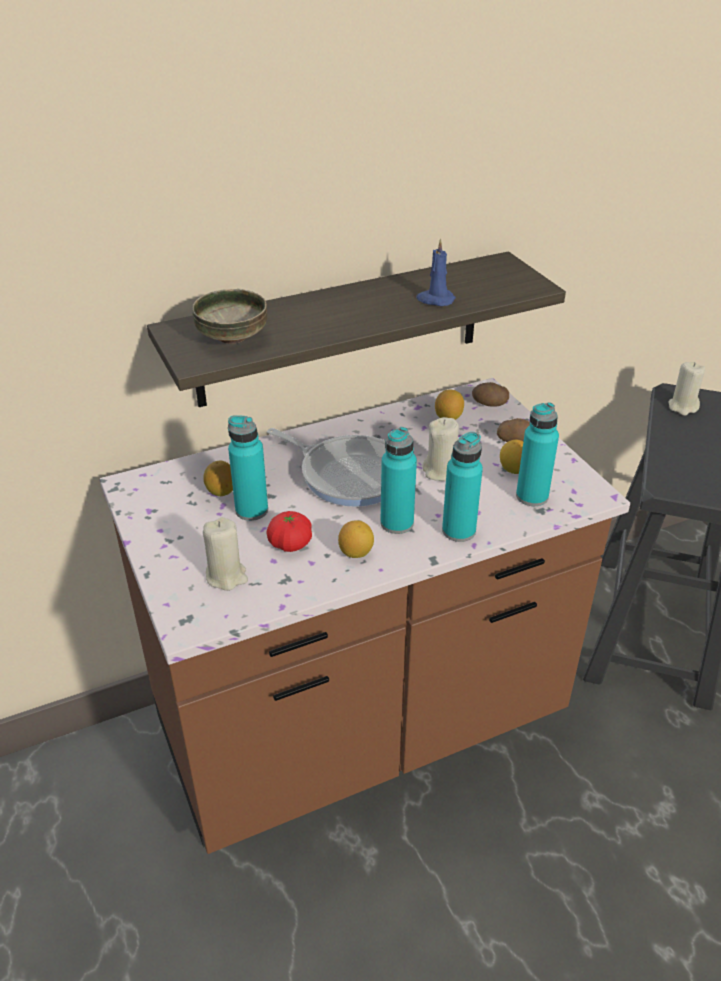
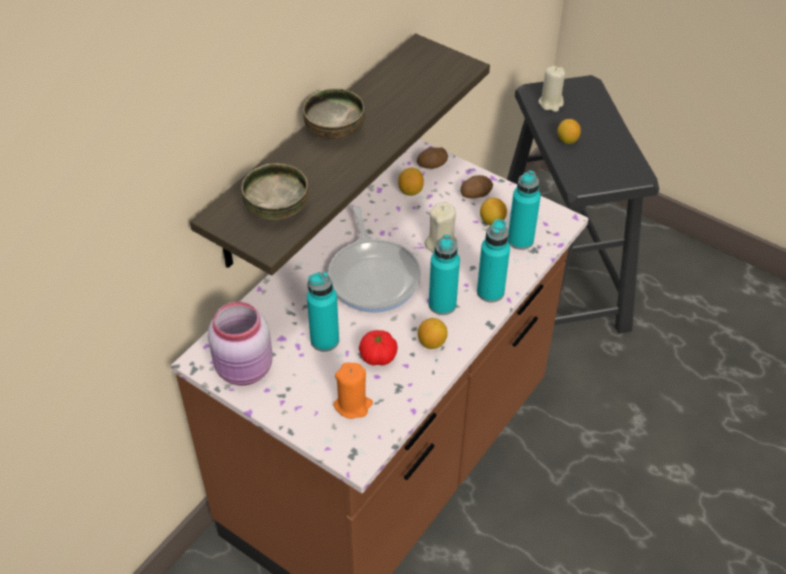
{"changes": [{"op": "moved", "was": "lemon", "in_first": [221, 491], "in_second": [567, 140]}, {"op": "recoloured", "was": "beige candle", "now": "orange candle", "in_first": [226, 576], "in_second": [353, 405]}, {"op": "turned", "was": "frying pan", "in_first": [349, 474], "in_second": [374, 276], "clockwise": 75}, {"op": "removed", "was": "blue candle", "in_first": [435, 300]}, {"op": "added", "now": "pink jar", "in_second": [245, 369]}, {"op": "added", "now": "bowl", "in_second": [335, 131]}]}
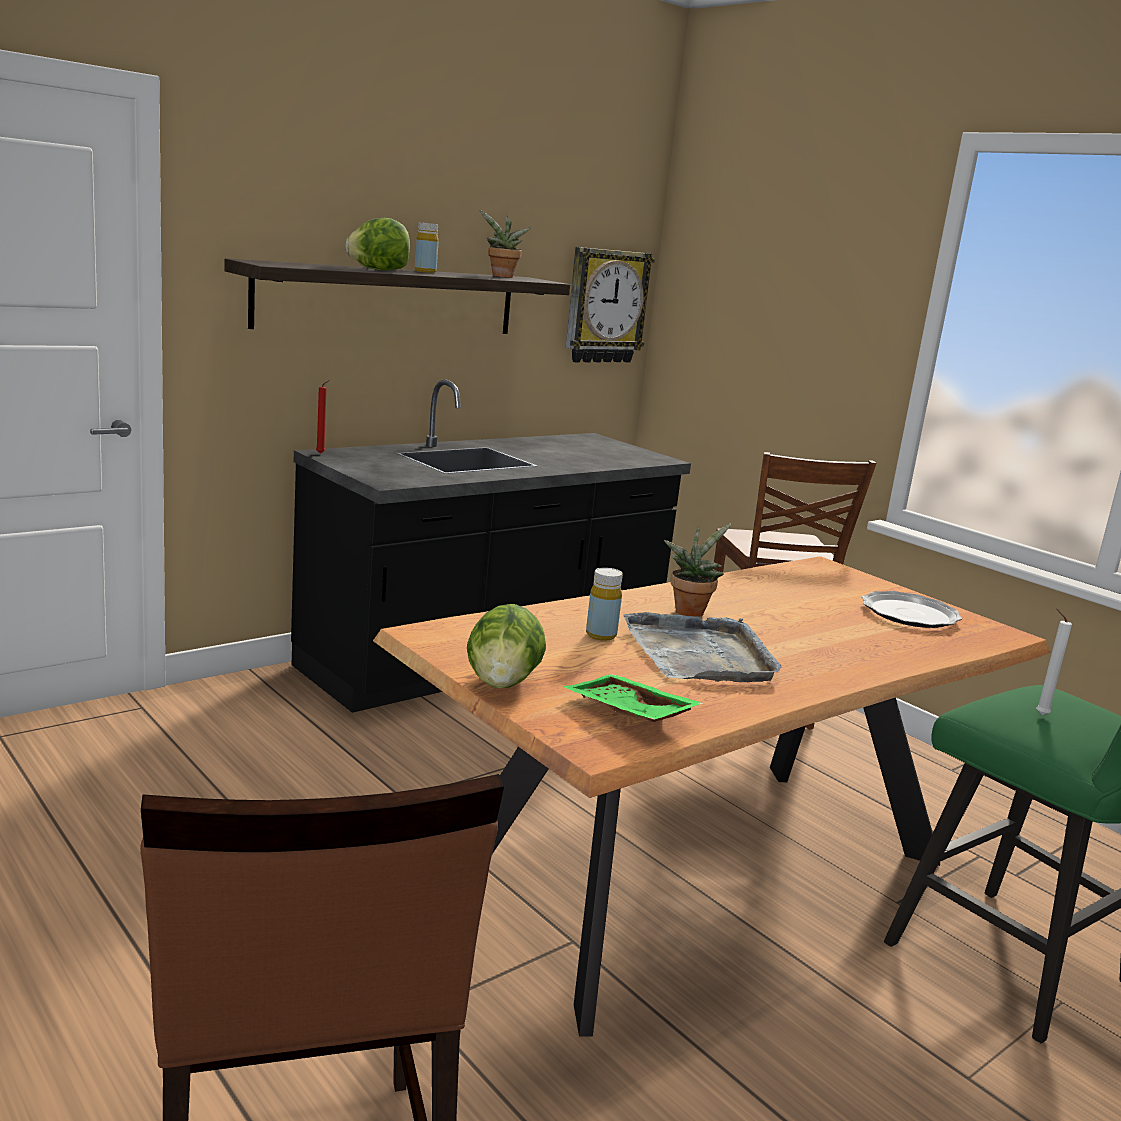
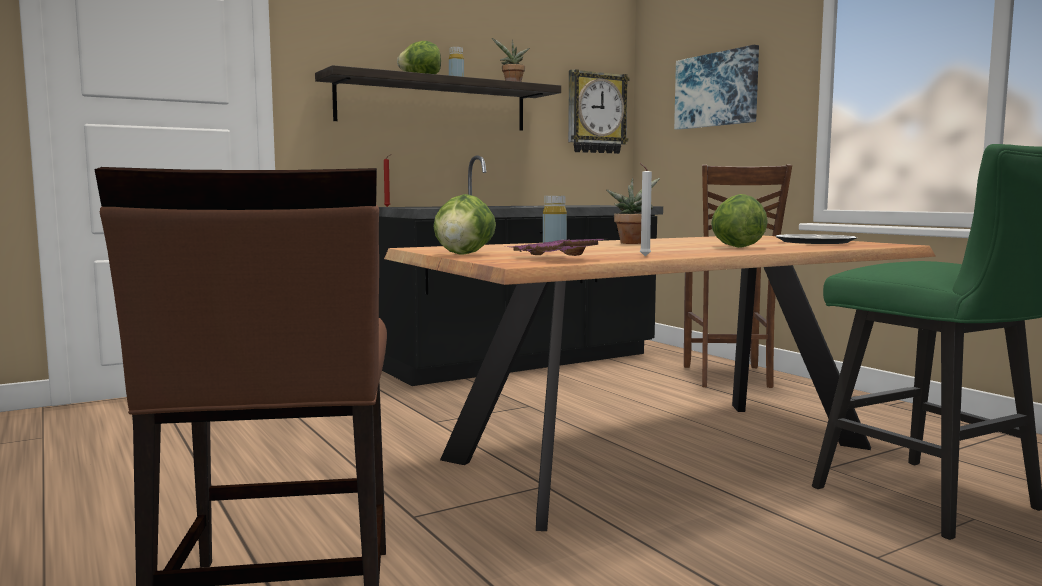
{"changes": [{"op": "recoloured", "was": "green tray", "now": "pink tray", "in_first": [627, 713], "in_second": [553, 258]}, {"op": "removed", "was": "grey tray", "in_first": [701, 654]}, {"op": "moved", "was": "white candle", "in_first": [1039, 714], "in_second": [643, 256]}, {"op": "added", "now": "picture", "in_second": [716, 90]}, {"op": "added", "now": "lettuce", "in_second": [736, 247]}]}
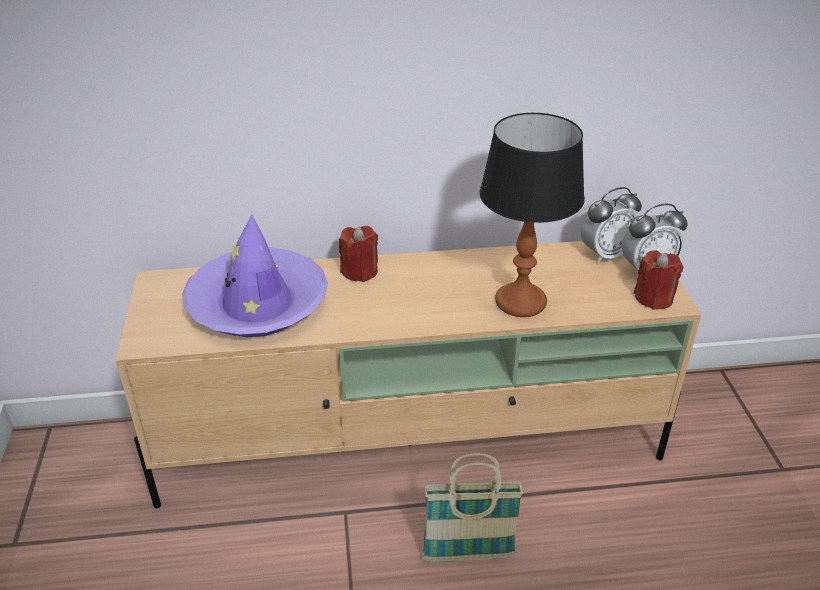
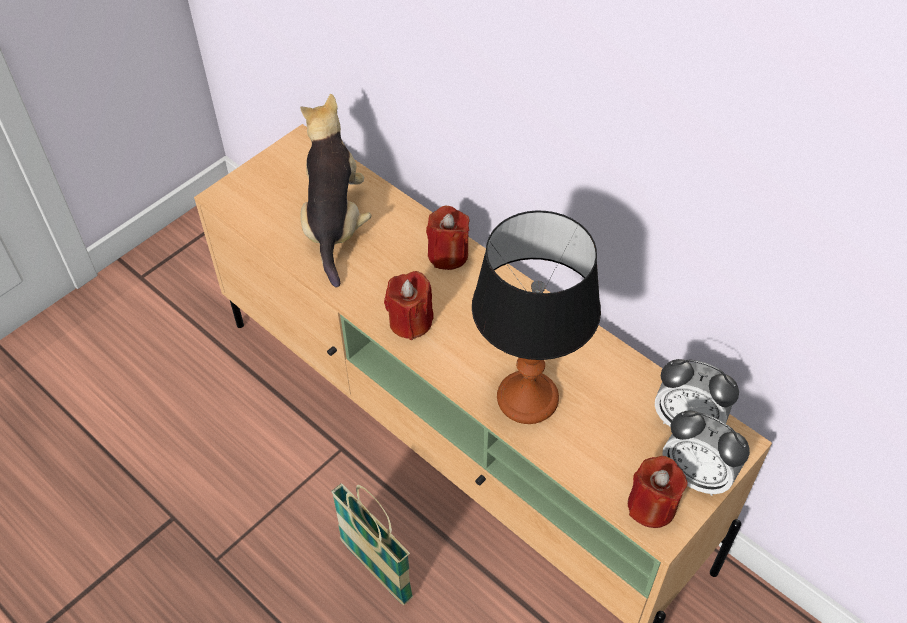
{"changes": [{"op": "replaced", "was": "purple hat", "now": "plush toy", "in_first": [258, 304], "in_second": [335, 224]}, {"op": "added", "now": "red candle", "in_second": [410, 322]}]}
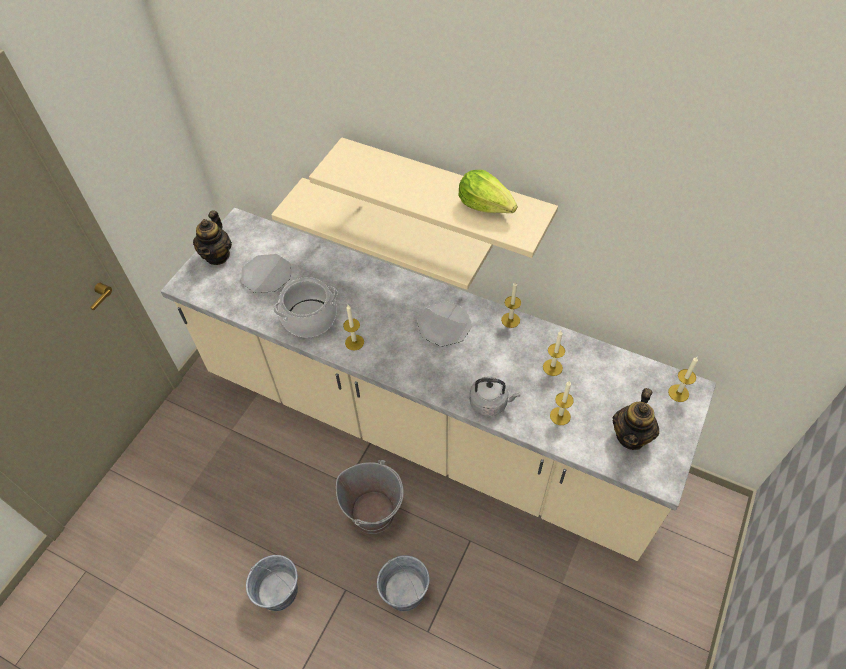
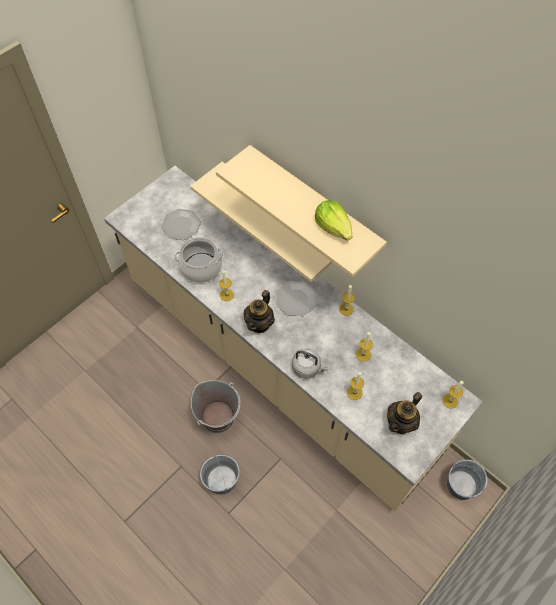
{"changes": [{"op": "moved", "was": "teapot", "in_first": [217, 255], "in_second": [259, 323]}, {"op": "moved", "was": "grey bucket", "in_first": [278, 591], "in_second": [461, 485]}]}
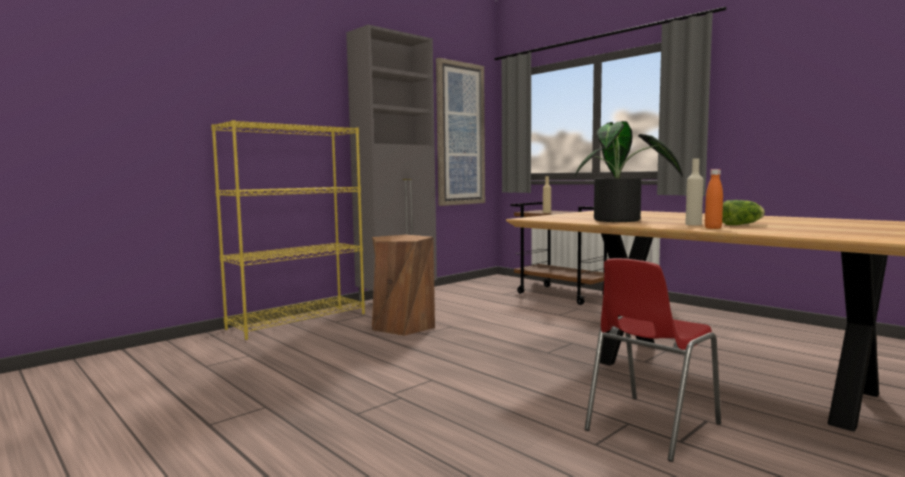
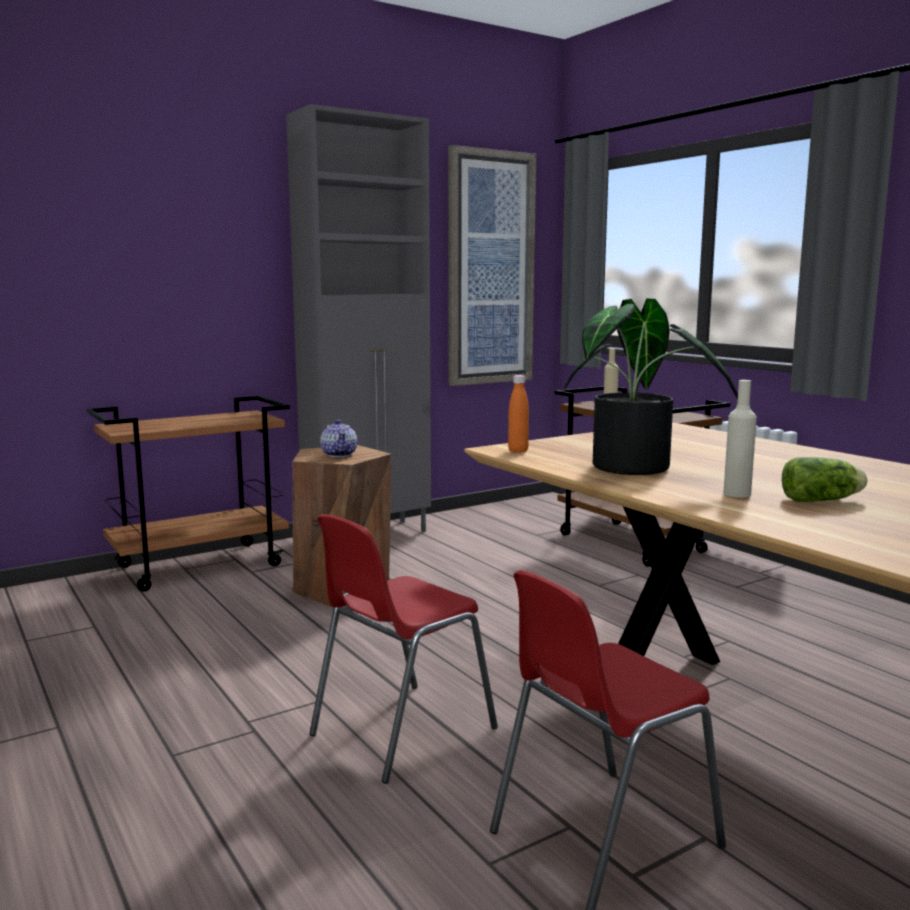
{"changes": [{"op": "replaced", "was": "yellow bookcase", "now": "brown cart", "in_first": [298, 321], "in_second": [201, 565]}, {"op": "moved", "was": "orange bottle", "in_first": [713, 228], "in_second": [518, 451]}, {"op": "added", "now": "red chair", "in_second": [400, 731]}, {"op": "added", "now": "teapot", "in_second": [339, 454]}]}
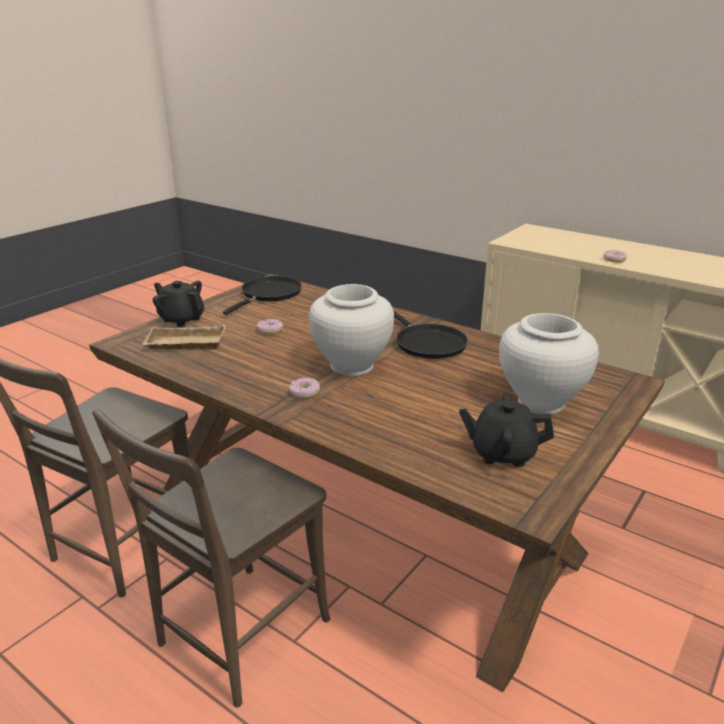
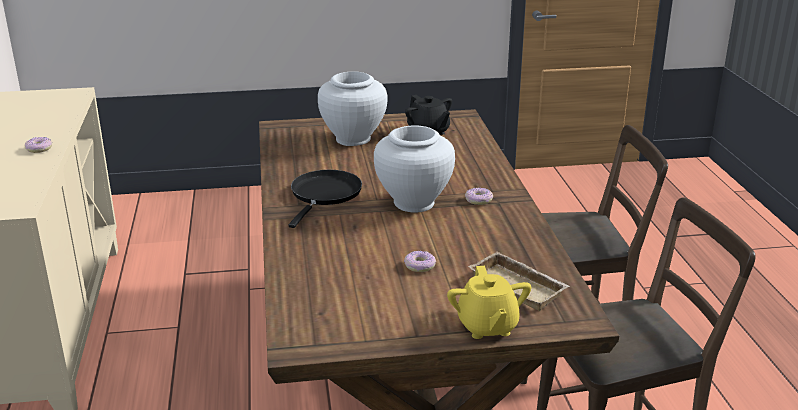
{"changes": [{"op": "recoloured", "was": "black teapot", "now": "yellow teapot", "in_first": [181, 319], "in_second": [487, 326]}, {"op": "removed", "was": "black frying pan", "in_first": [269, 294]}]}
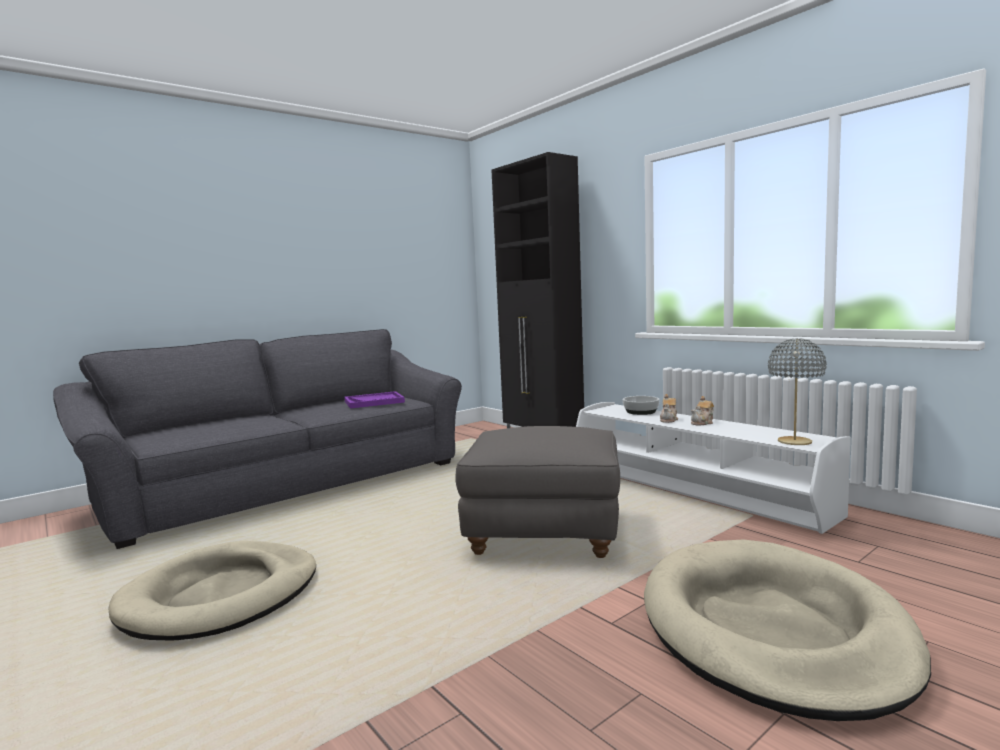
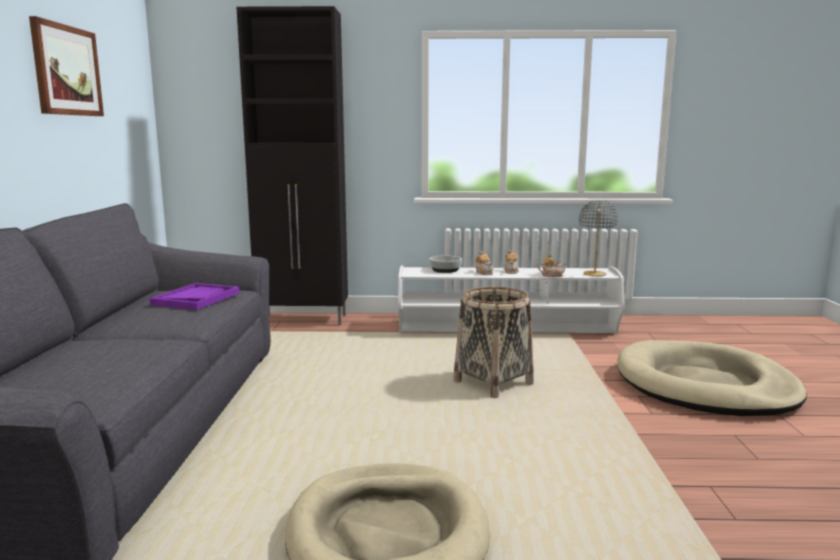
{"changes": [{"op": "replaced", "was": "grey ottoman", "now": "basket", "in_first": [544, 533], "in_second": [493, 383]}, {"op": "added", "now": "picture", "in_second": [66, 70]}, {"op": "added", "now": "teapot", "in_second": [551, 275]}]}
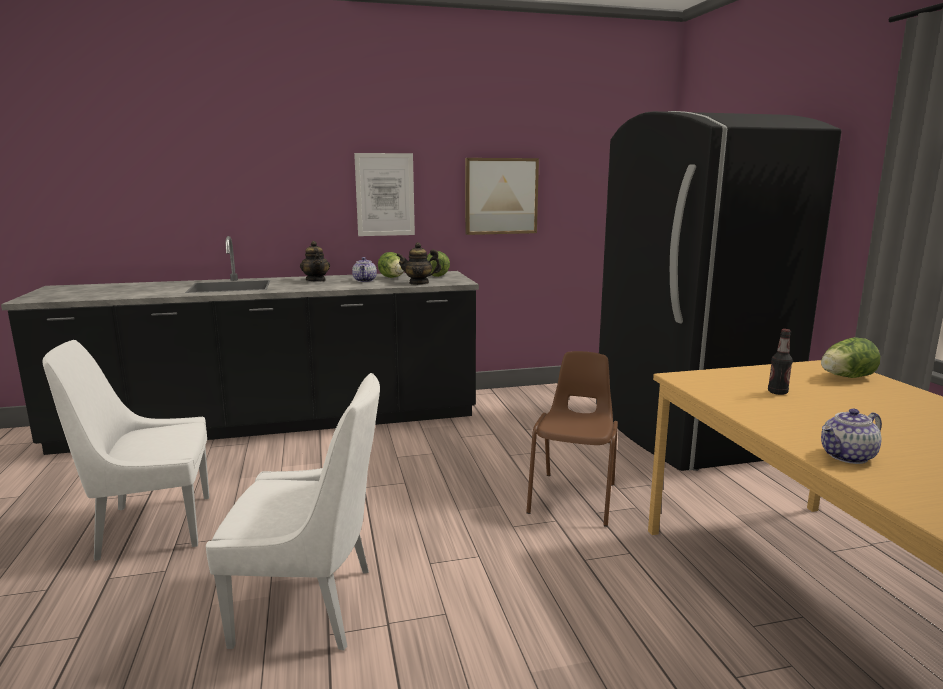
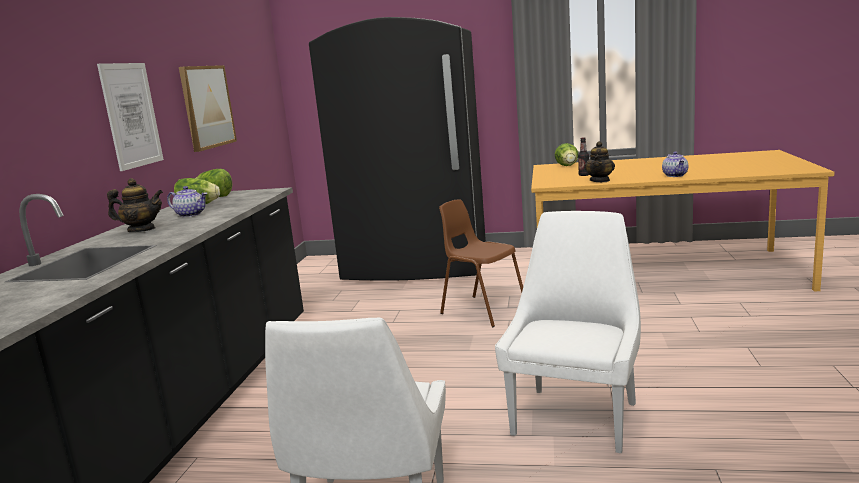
{"changes": [{"op": "moved", "was": "teapot", "in_first": [419, 283], "in_second": [600, 180]}]}
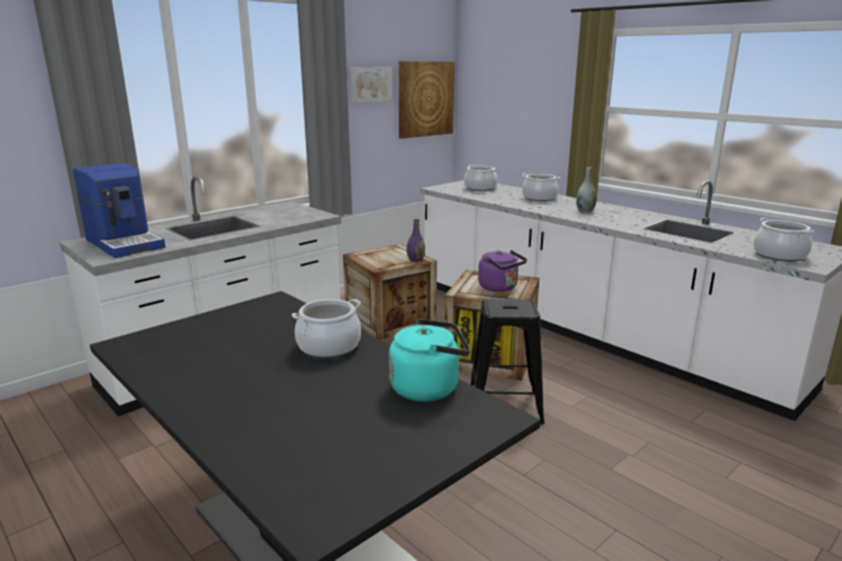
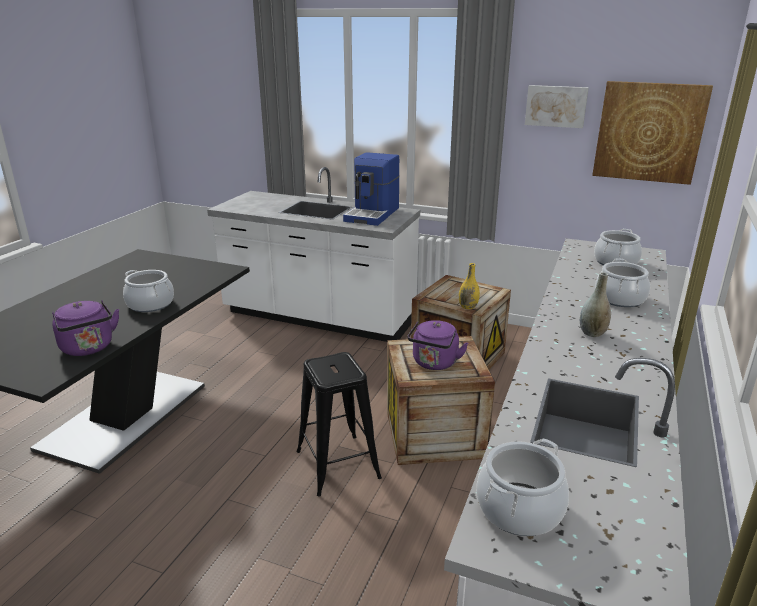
{"changes": [{"op": "moved", "was": "coffee machine", "in_first": [126, 243], "in_second": [373, 214]}, {"op": "recoloured", "was": "turquoise kettle", "now": "purple kettle", "in_first": [429, 388], "in_second": [89, 348]}, {"op": "recoloured", "was": "purple vase", "now": "yellow vase", "in_first": [415, 260], "in_second": [468, 307]}]}
